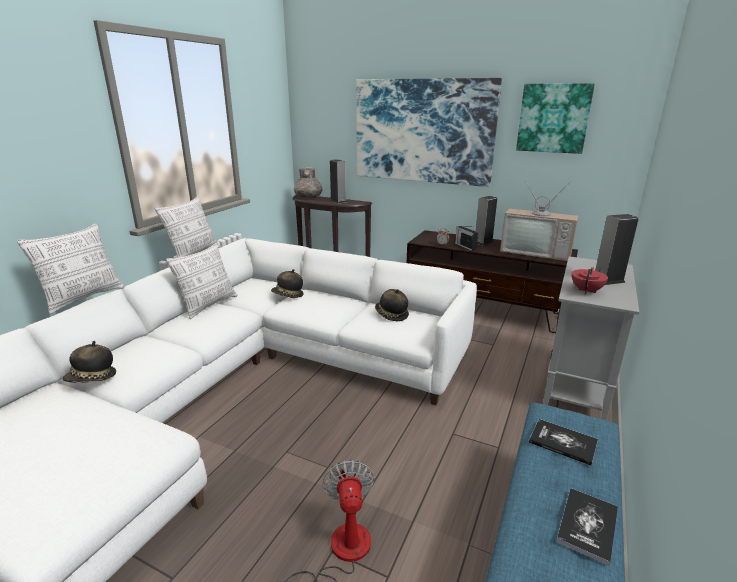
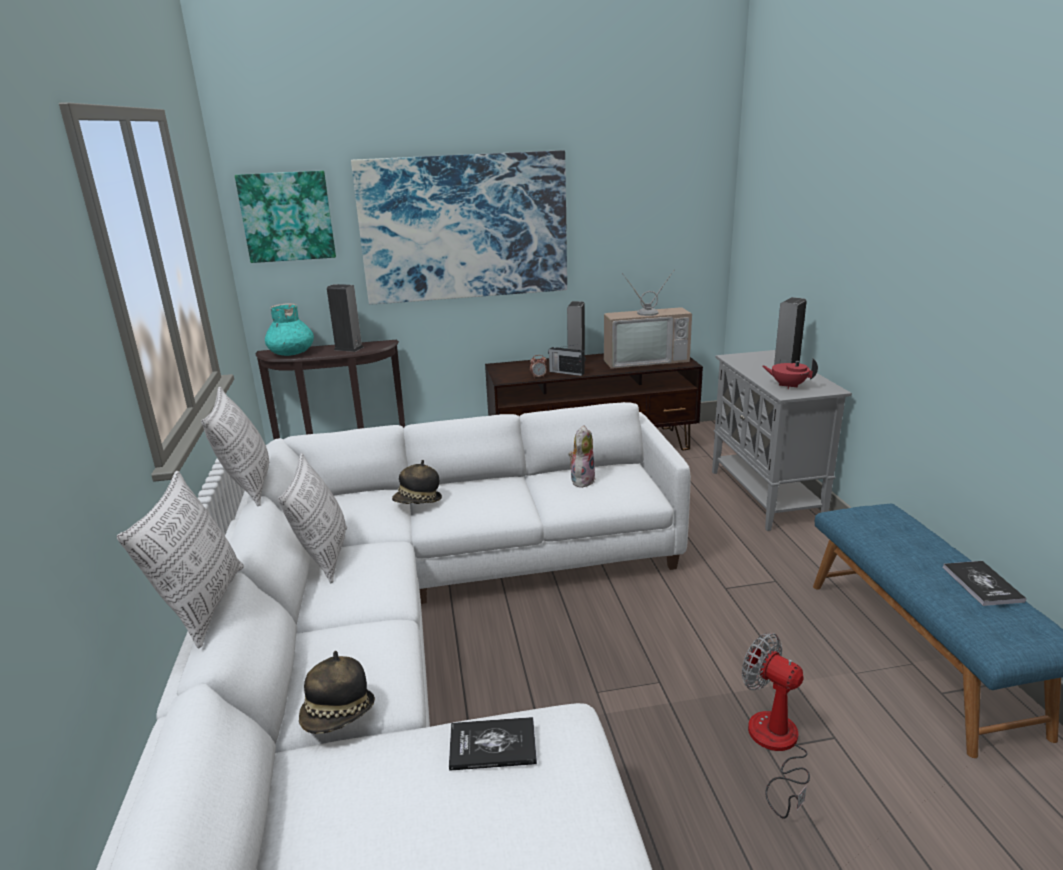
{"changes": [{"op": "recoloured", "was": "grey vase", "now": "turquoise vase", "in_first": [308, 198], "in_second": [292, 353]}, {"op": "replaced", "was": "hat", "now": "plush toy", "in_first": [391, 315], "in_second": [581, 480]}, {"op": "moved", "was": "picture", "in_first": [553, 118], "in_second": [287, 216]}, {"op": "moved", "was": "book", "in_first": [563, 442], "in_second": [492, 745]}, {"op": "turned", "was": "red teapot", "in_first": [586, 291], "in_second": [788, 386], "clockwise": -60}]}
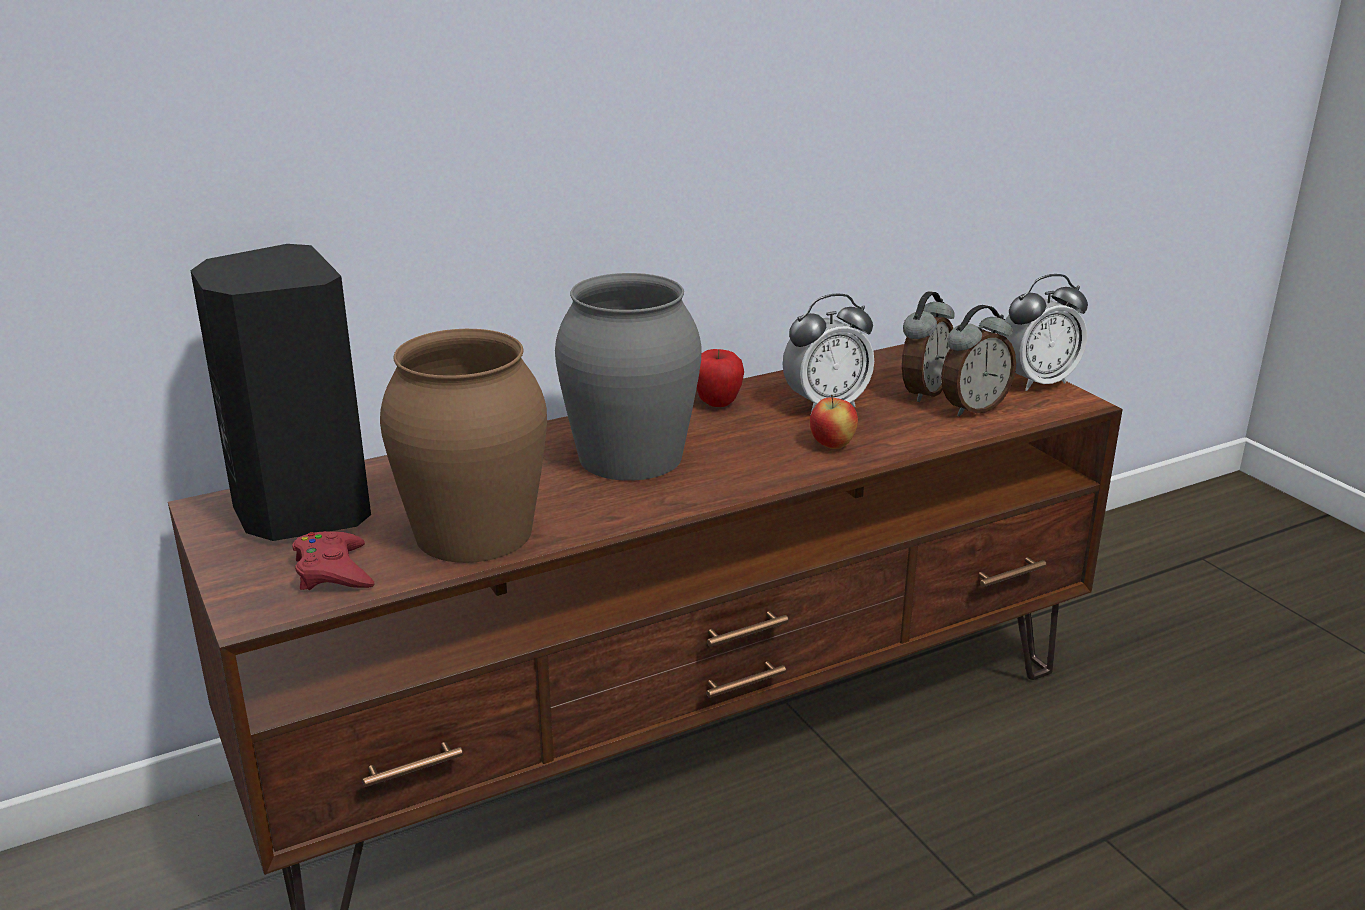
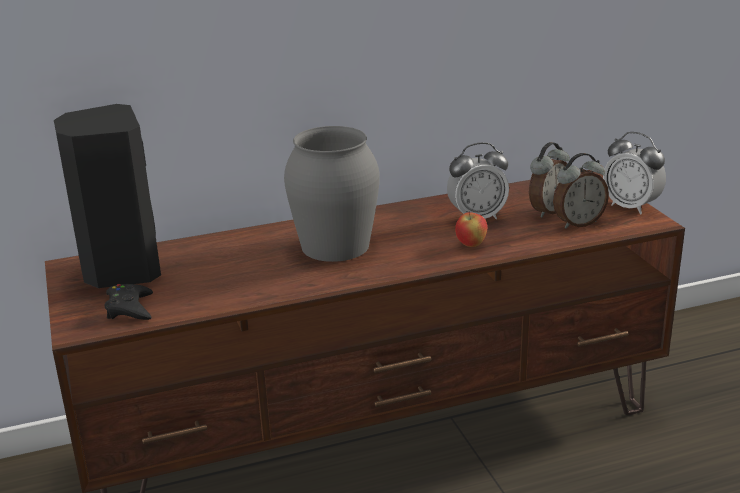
{"changes": [{"op": "recoloured", "was": "red game controller", "now": "black game controller", "in_first": [333, 571], "in_second": [130, 308]}, {"op": "removed", "was": "brown vase", "in_first": [472, 532]}, {"op": "removed", "was": "apple", "in_first": [717, 403]}, {"op": "turned", "was": "alarm clock", "in_first": [1036, 382], "in_second": [631, 207], "clockwise": 60}]}
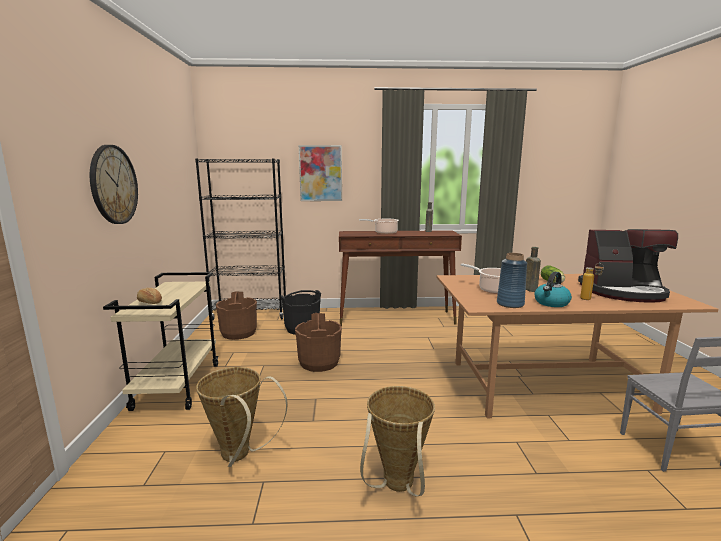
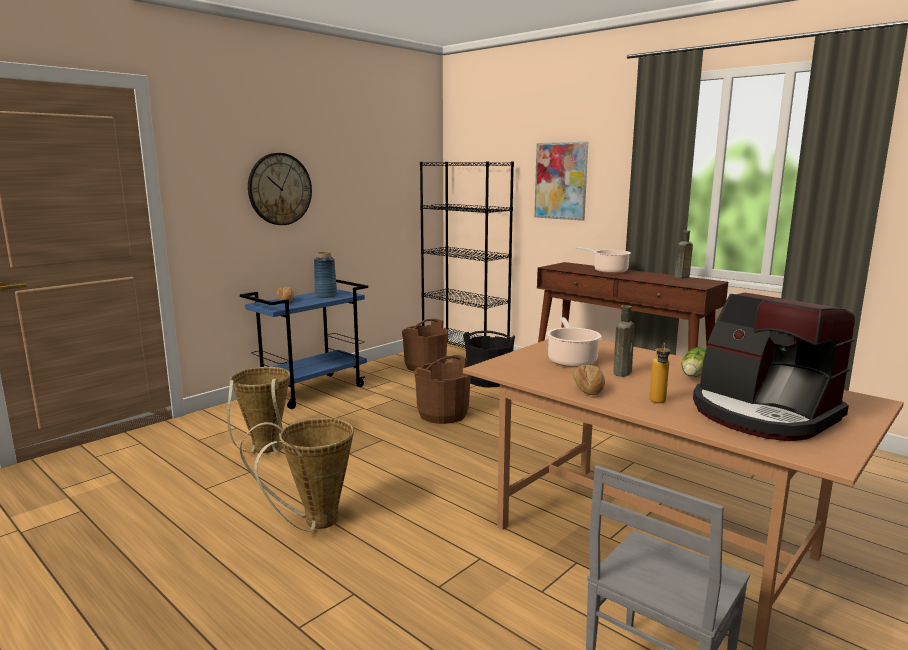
{"changes": [{"op": "recoloured", "was": "beige cart", "now": "blue cart", "in_first": [177, 385], "in_second": [312, 390]}, {"op": "moved", "was": "blue vase", "in_first": [510, 304], "in_second": [326, 296]}, {"op": "replaced", "was": "kettle", "now": "bread", "in_first": [551, 303], "in_second": [588, 390]}]}
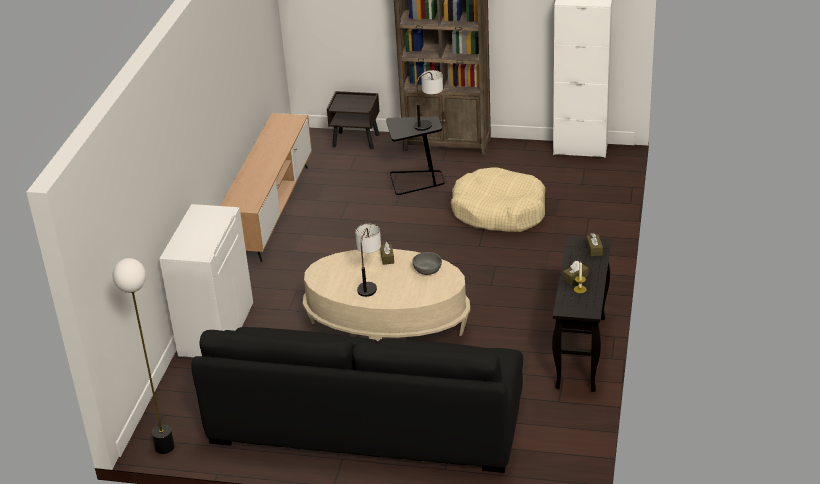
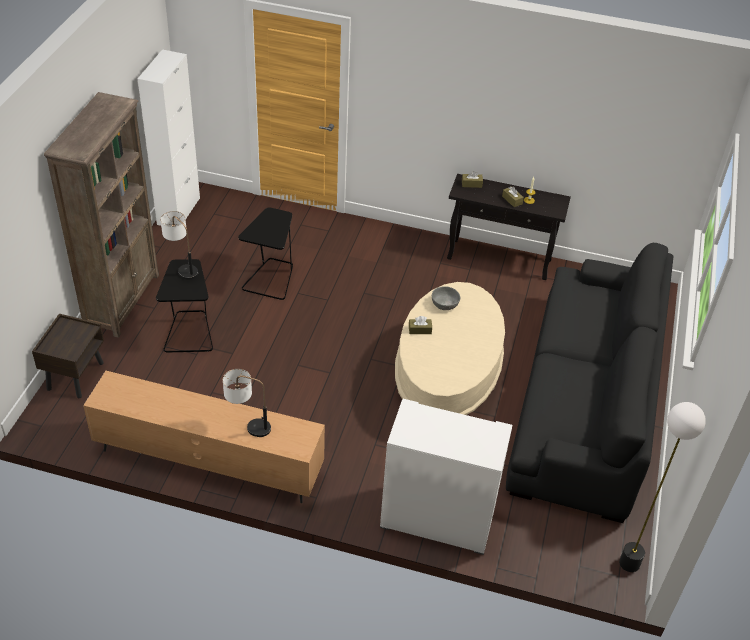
{"changes": [{"op": "moved", "was": "table lamp", "in_first": [369, 283], "in_second": [248, 425]}, {"op": "replaced", "was": "beige dog bed", "now": "black side table", "in_first": [499, 211], "in_second": [271, 279]}]}
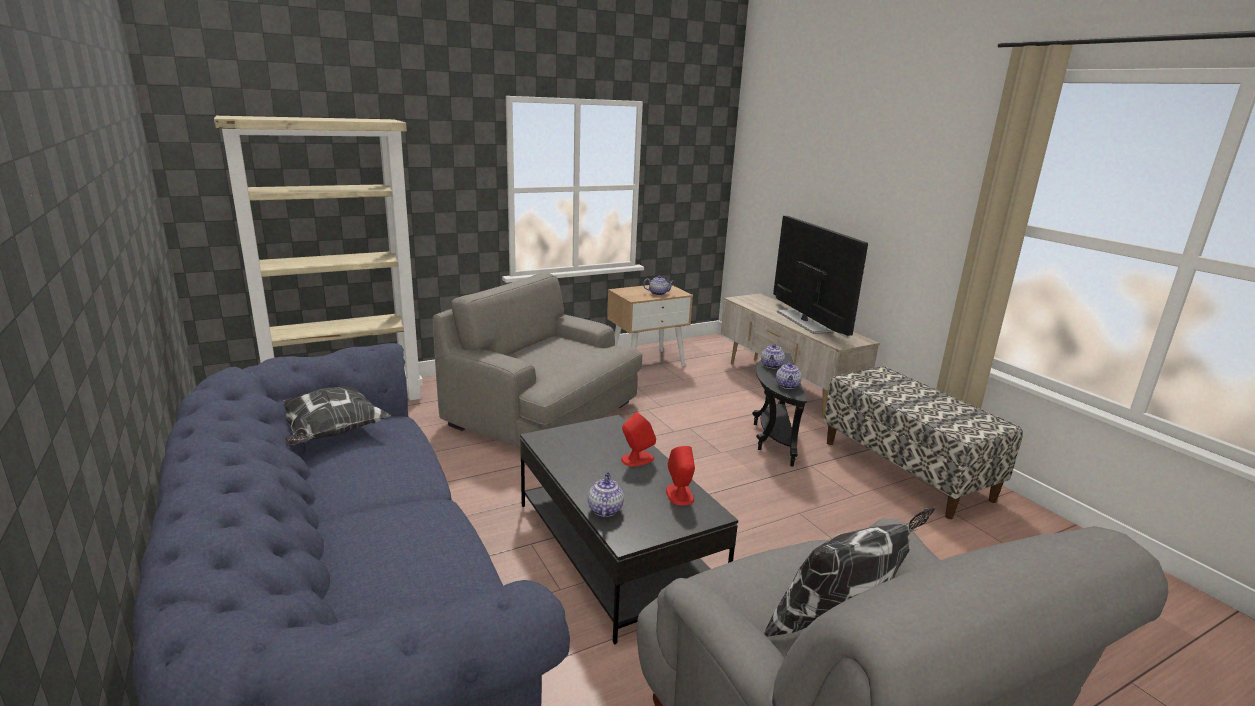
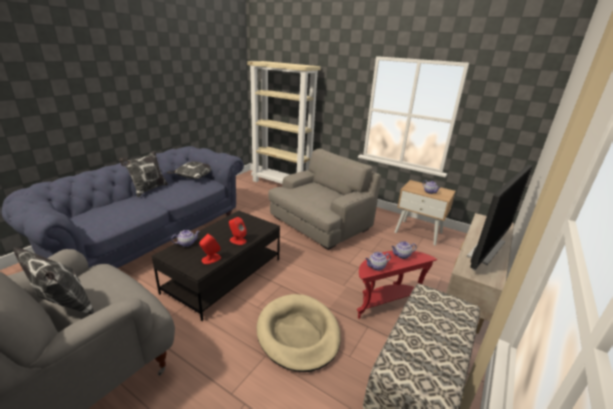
{"changes": [{"op": "turned", "was": "grey armchair", "in_first": [544, 414], "in_second": [320, 223], "clockwise": 45}, {"op": "recoloured", "was": "black side table", "now": "red side table", "in_first": [772, 437], "in_second": [385, 301]}, {"op": "added", "now": "pillow", "in_second": [148, 190]}, {"op": "added", "now": "beige dog bed", "in_second": [298, 333]}]}
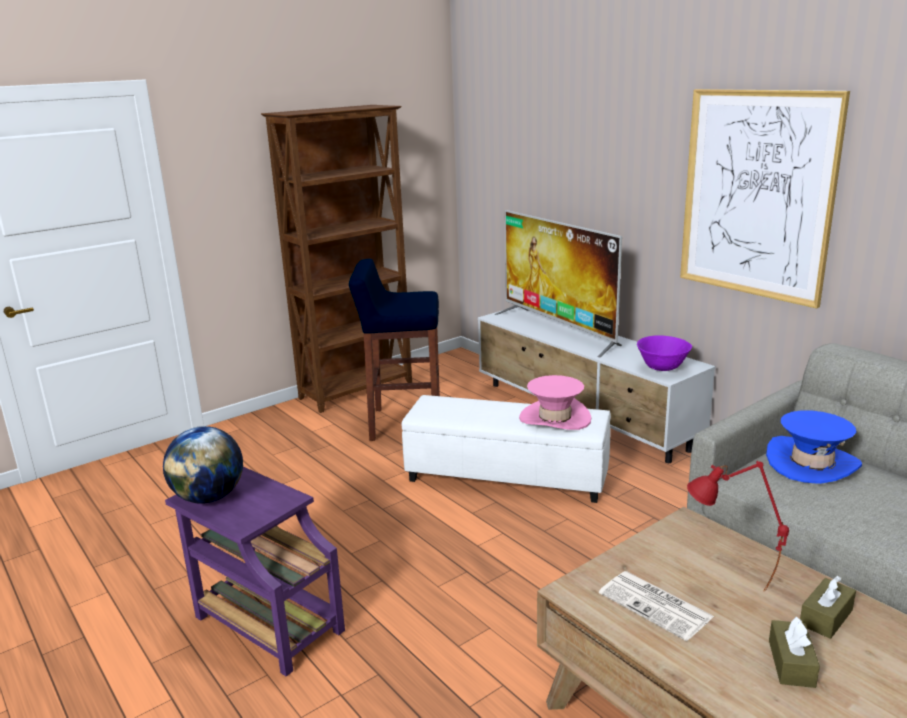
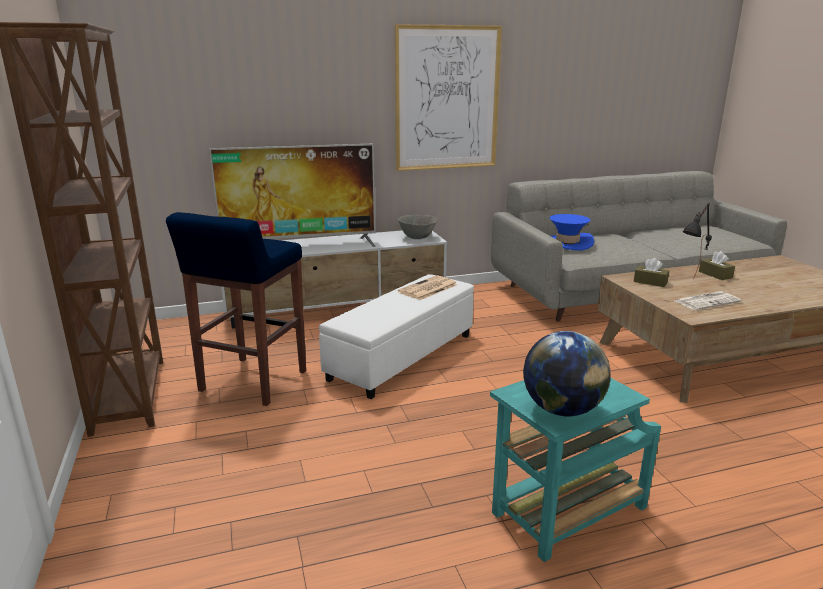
{"changes": [{"op": "recoloured", "was": "purple side table", "now": "turquoise side table", "in_first": [266, 623], "in_second": [566, 513]}, {"op": "replaced", "was": "pink hat", "now": "newspaper", "in_first": [555, 418], "in_second": [428, 289]}, {"op": "recoloured", "was": "purple bowl", "now": "grey bowl", "in_first": [662, 368], "in_second": [417, 237]}, {"op": "recoloured", "was": "red table lamp", "now": "black table lamp", "in_first": [727, 589], "in_second": [691, 285]}, {"op": "moved", "was": "brown tissue box", "in_first": [791, 663], "in_second": [650, 282]}]}
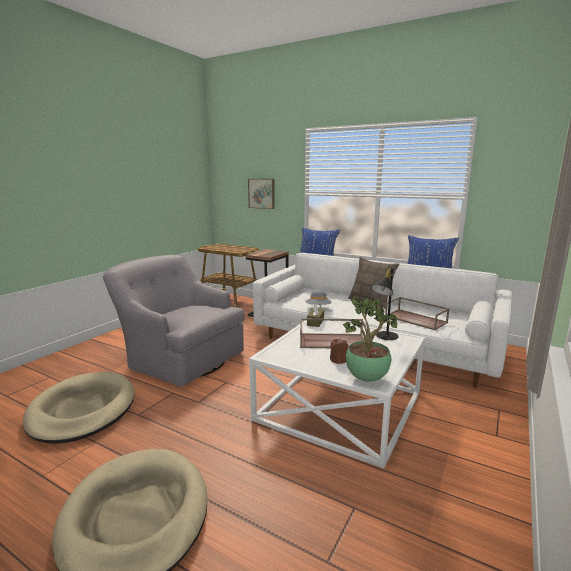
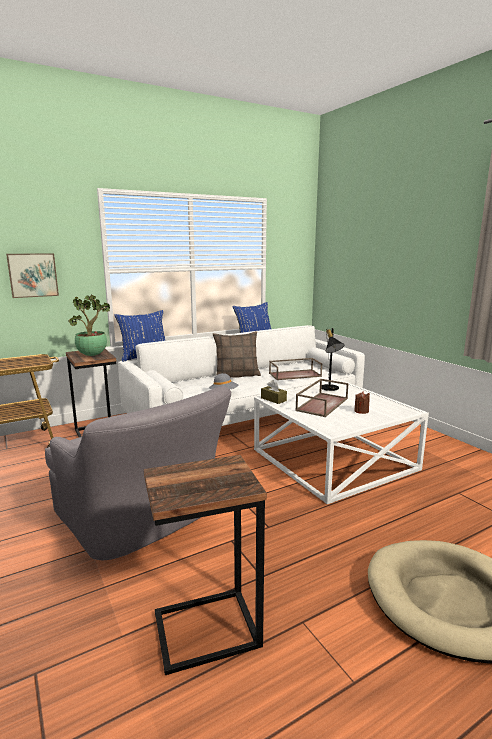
{"changes": [{"op": "replaced", "was": "beige dog bed", "now": "side table", "in_first": [82, 410], "in_second": [207, 630]}, {"op": "turned", "was": "grey armchair", "in_first": [180, 358], "in_second": [143, 518], "clockwise": -105}, {"op": "moved", "was": "potted plant", "in_first": [368, 379], "in_second": [93, 355]}]}
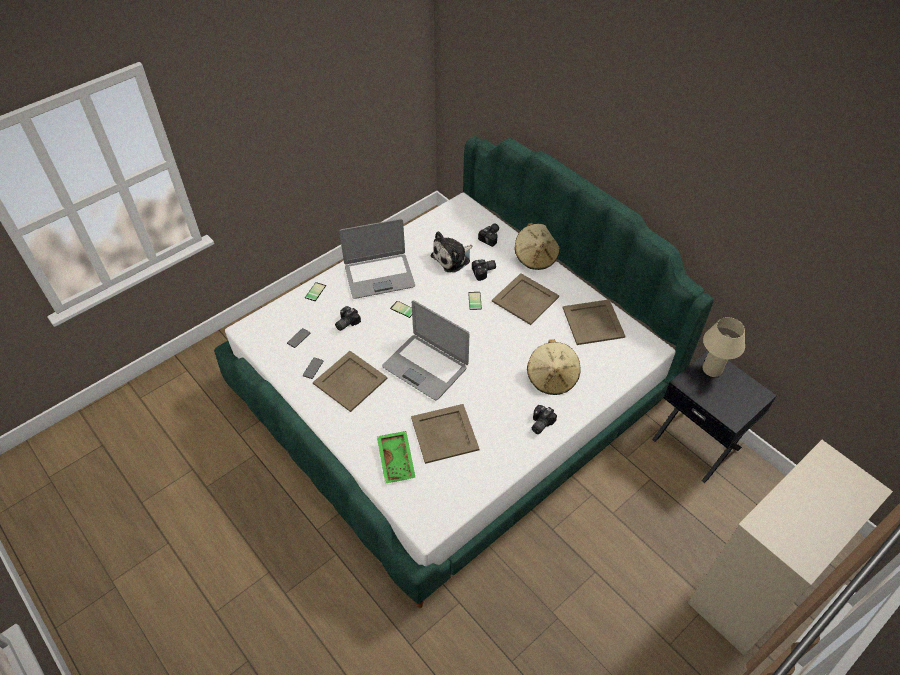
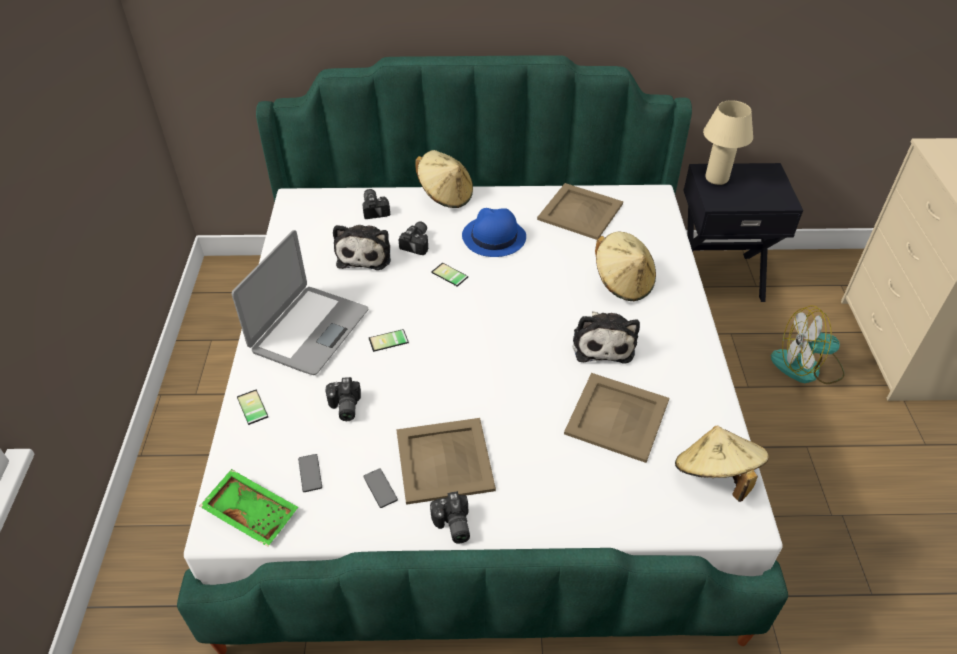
{"changes": [{"op": "moved", "was": "green tray", "in_first": [397, 460], "in_second": [252, 512]}, {"op": "removed", "was": "laptop", "in_first": [425, 367]}, {"op": "replaced", "was": "beige tray", "now": "blue hat", "in_first": [524, 299], "in_second": [493, 237]}, {"op": "moved", "was": "photo camera", "in_first": [539, 423], "in_second": [452, 525]}, {"op": "added", "now": "plush toy", "in_second": [602, 343]}, {"op": "added", "now": "beige hat", "in_second": [715, 475]}, {"op": "added", "now": "fan", "in_second": [807, 367]}]}
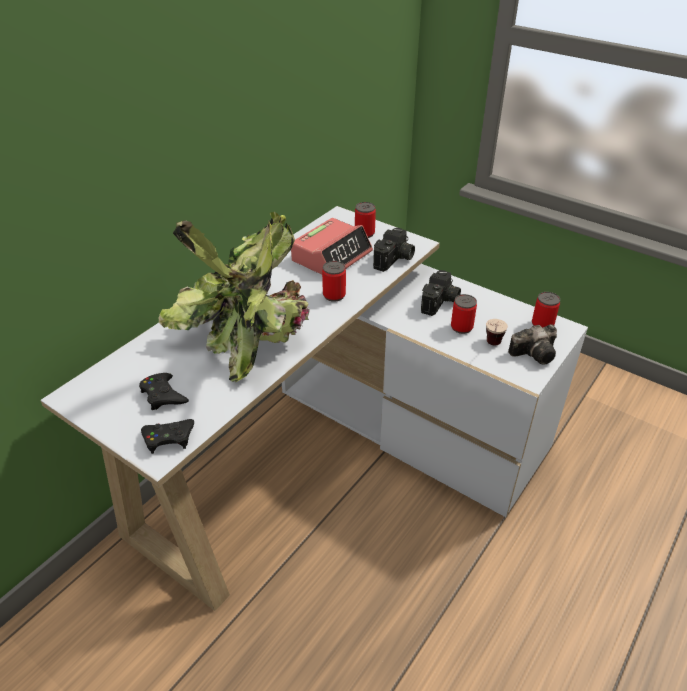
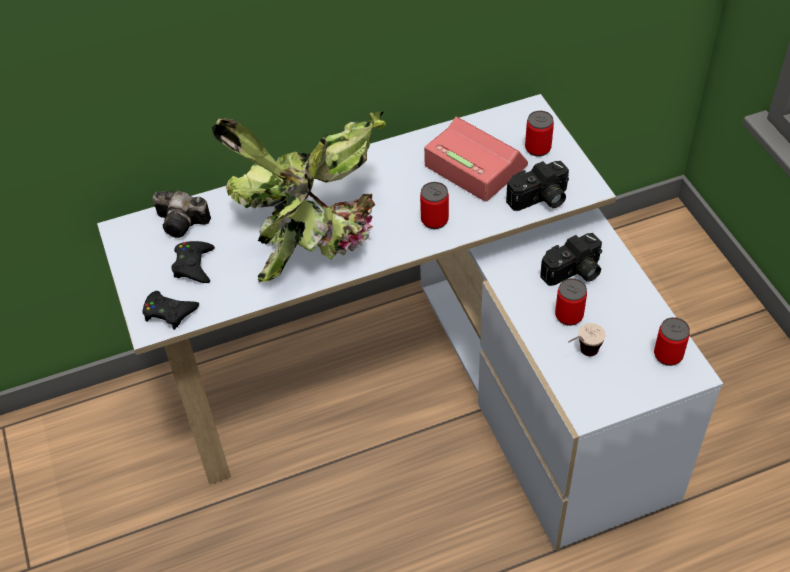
{"changes": [{"op": "turned", "was": "alarm clock", "in_first": [332, 256], "in_second": [474, 166], "clockwise": -120}, {"op": "moved", "was": "photo camera", "in_first": [536, 353], "in_second": [184, 223]}]}
